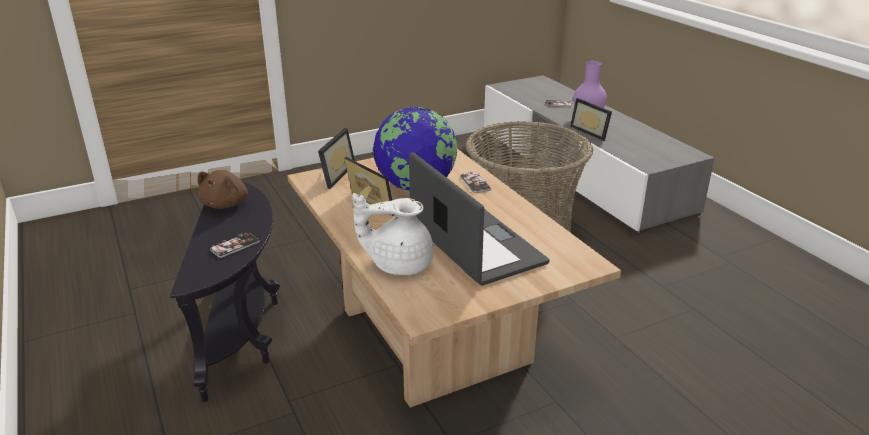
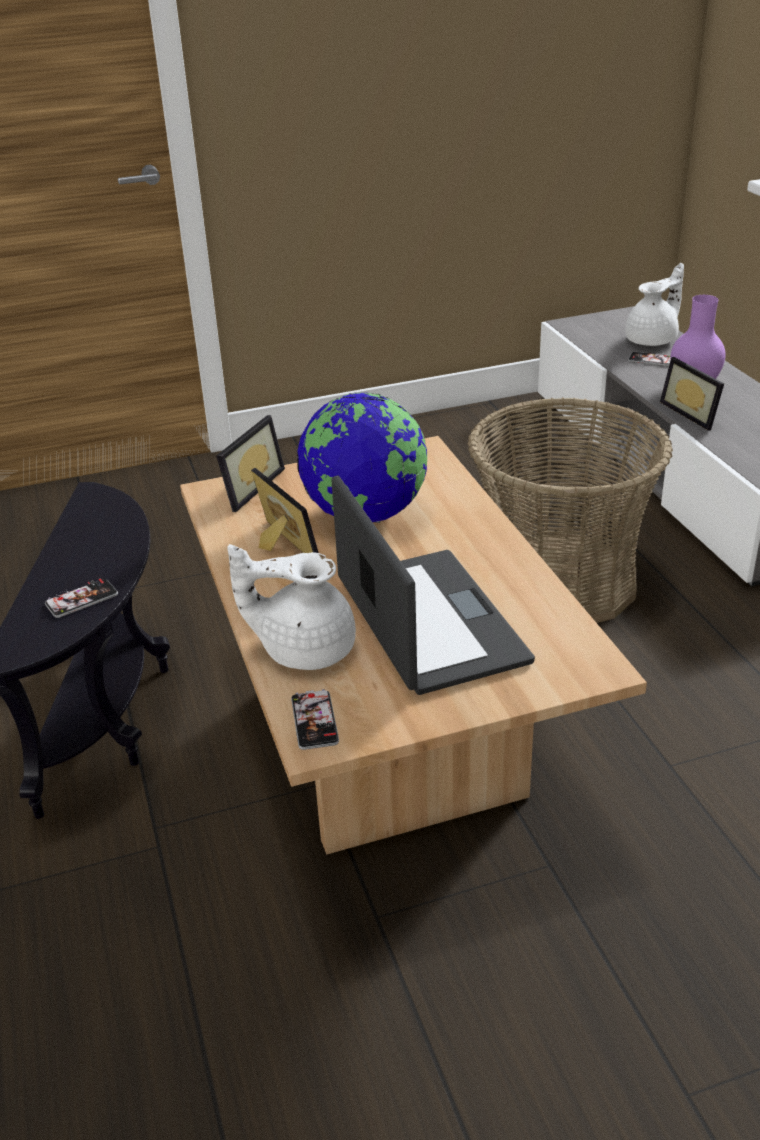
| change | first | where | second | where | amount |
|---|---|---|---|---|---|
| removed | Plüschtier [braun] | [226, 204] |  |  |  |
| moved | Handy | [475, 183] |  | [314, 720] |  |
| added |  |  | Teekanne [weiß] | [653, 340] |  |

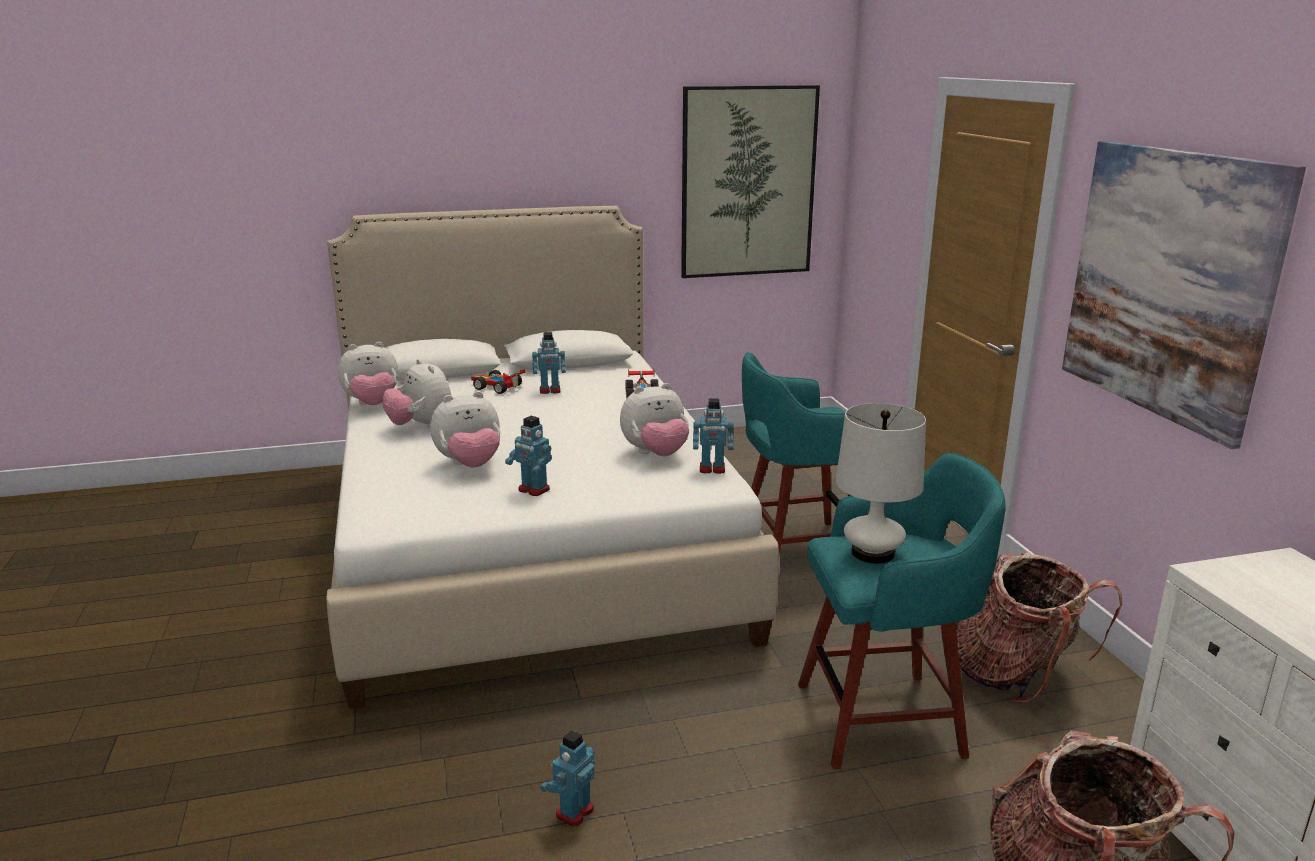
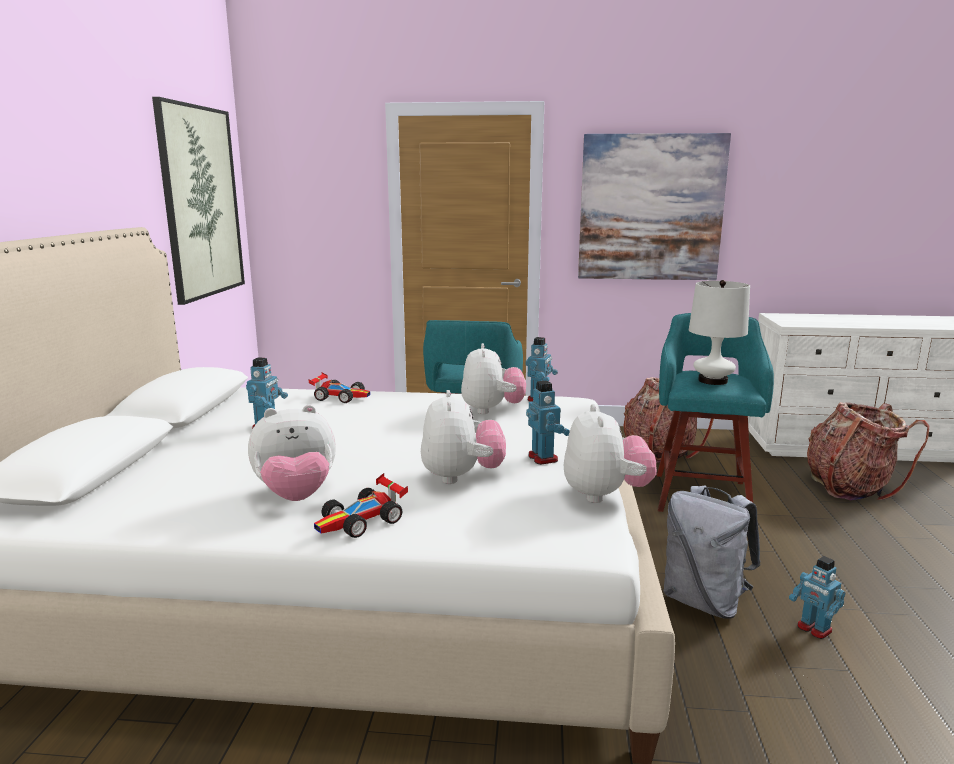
| change | first | where | second | where | amount |
|---|---|---|---|---|---|
| moved | Plüschtier | [372, 404] |  | [605, 495] |  |
| moved | Spielzeugauto | [496, 387] |  | [362, 521] |  |
| turned | Spielzeugroboter | [533, 490] |  | [543, 458] | 75 degrees counterclockwise |
| added |  |  | Rucksack [grau] | [704, 601] |  |

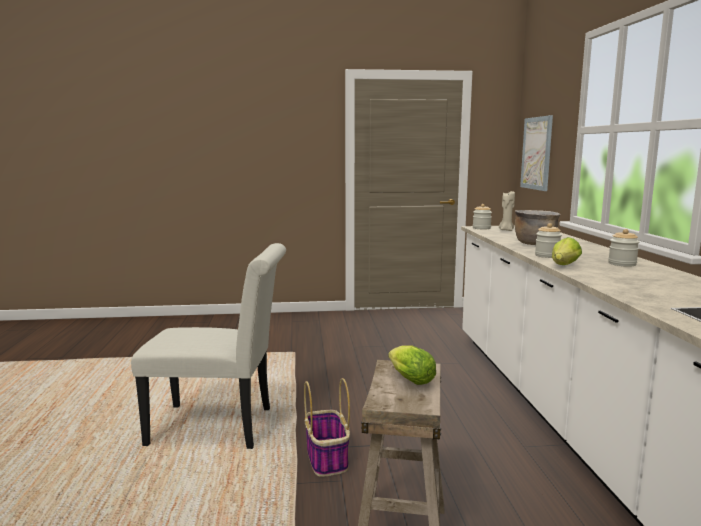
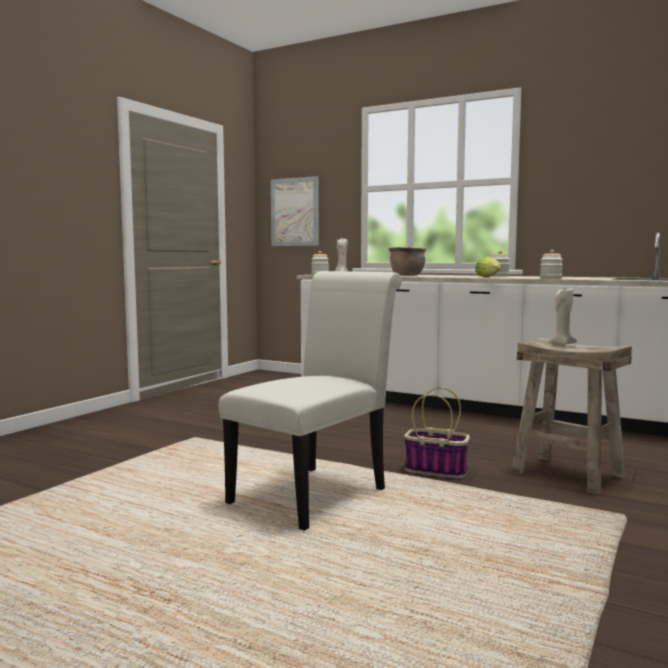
| change | first | where | second | where | amount |
|---|---|---|---|---|---|
| moved | Vorratsglas | [547, 255] |  | [550, 278] |  |
| replaced | Salatkopf | [409, 379] | Kerze [beige] | [561, 344] |  |

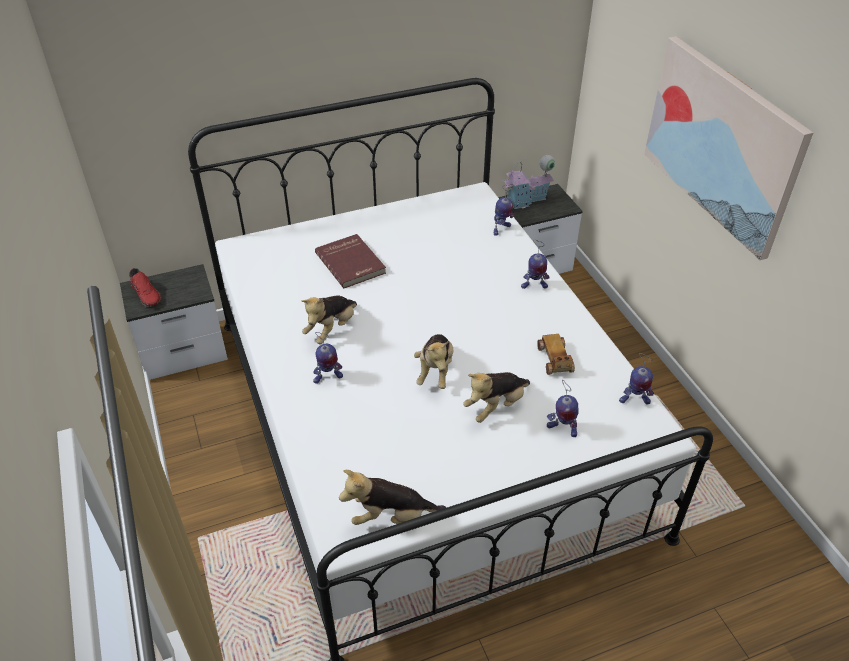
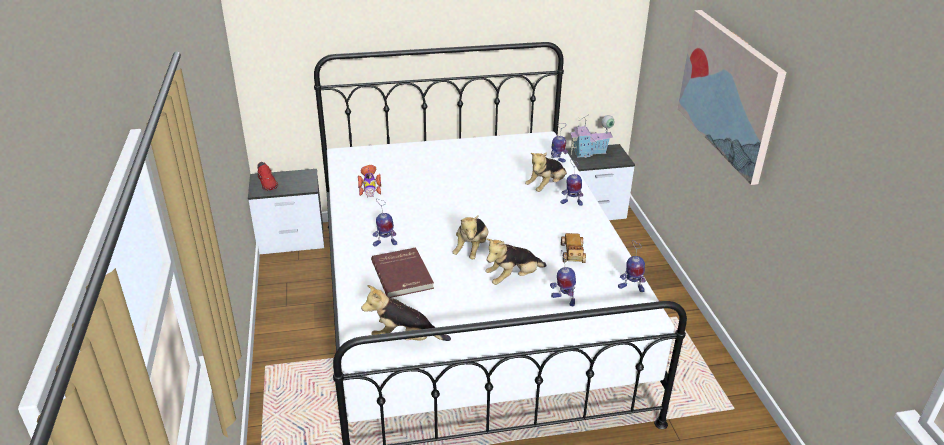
| change | first | where | second | where | amount |
|---|---|---|---|---|---|
| moved | Buch [rot] | [351, 263] |  | [403, 274] |  |
| moved | Plüschtier | [331, 329] |  | [546, 186] |  |
| added |  |  | Spielzeugauto | [369, 187] |  |

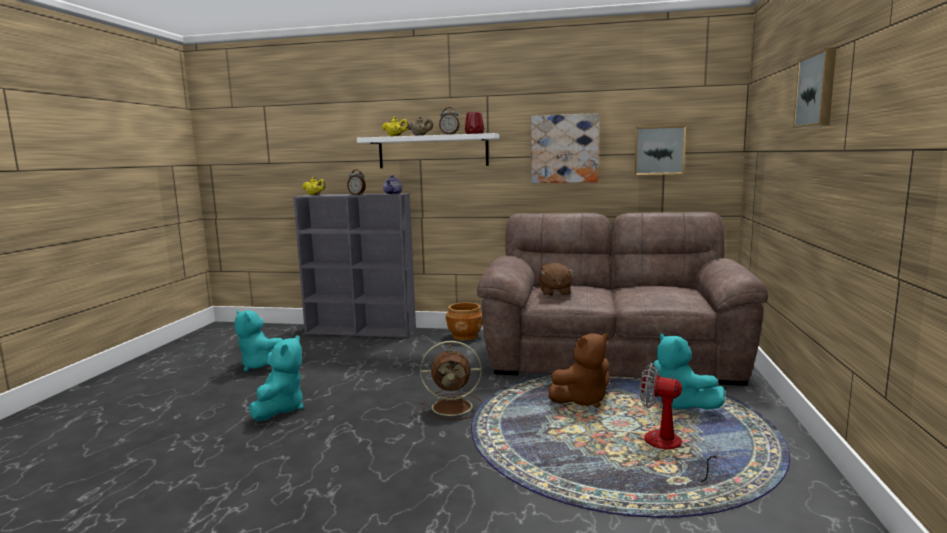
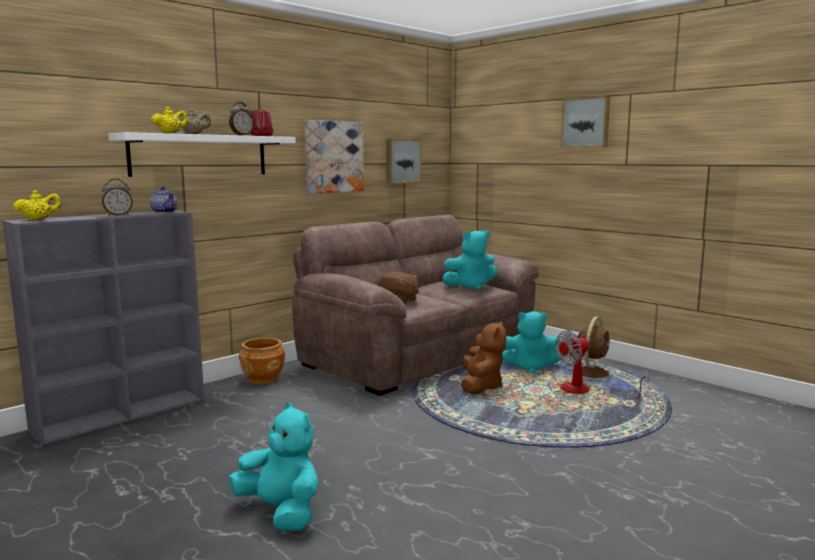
| change | first | where | second | where | amount |
|---|---|---|---|---|---|
| moved | Plüschtier [türkis] | [261, 366] |  | [471, 286] |  |
| moved | Ventilator [braun] | [454, 407] |  | [593, 373] |  |

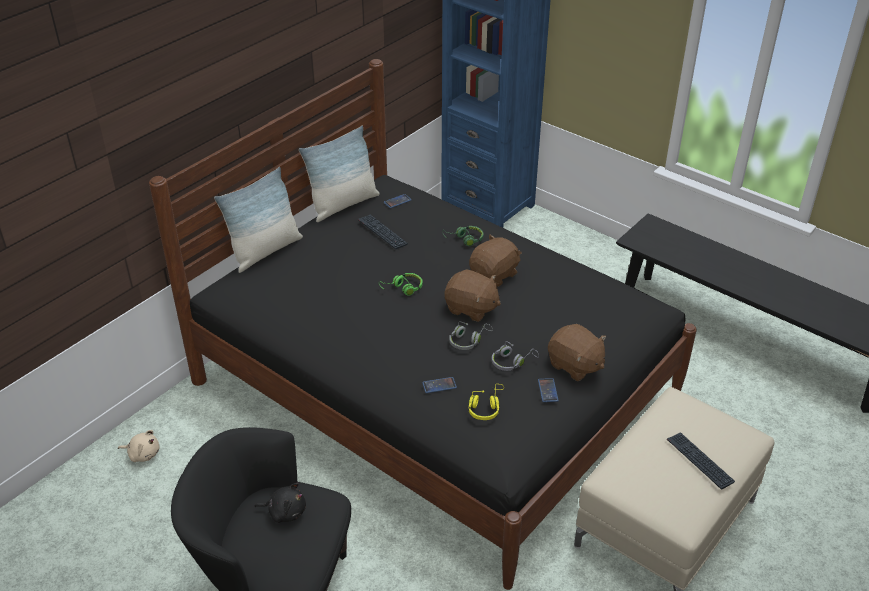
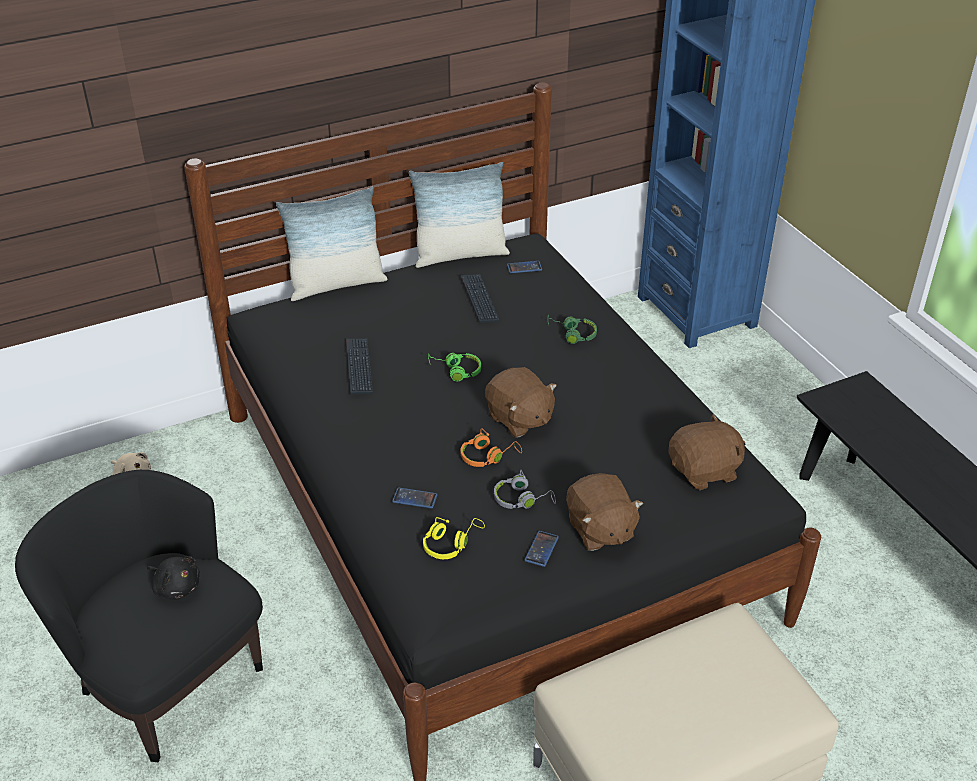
| change | first | where | second | where | amount |
|---|---|---|---|---|---|
| moved | Plüschtier [braun] | [495, 274] |  | [704, 471] |  |
| recoloured | Kopfhörer [grau] | [468, 340] | Kopfhörer [orange] | [488, 456] |  |
| moved | Tastatur | [699, 461] |  | [359, 367] |  |

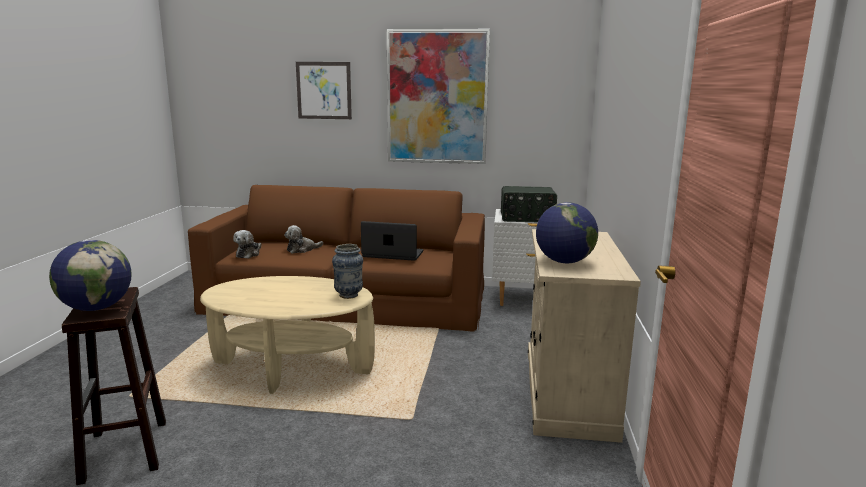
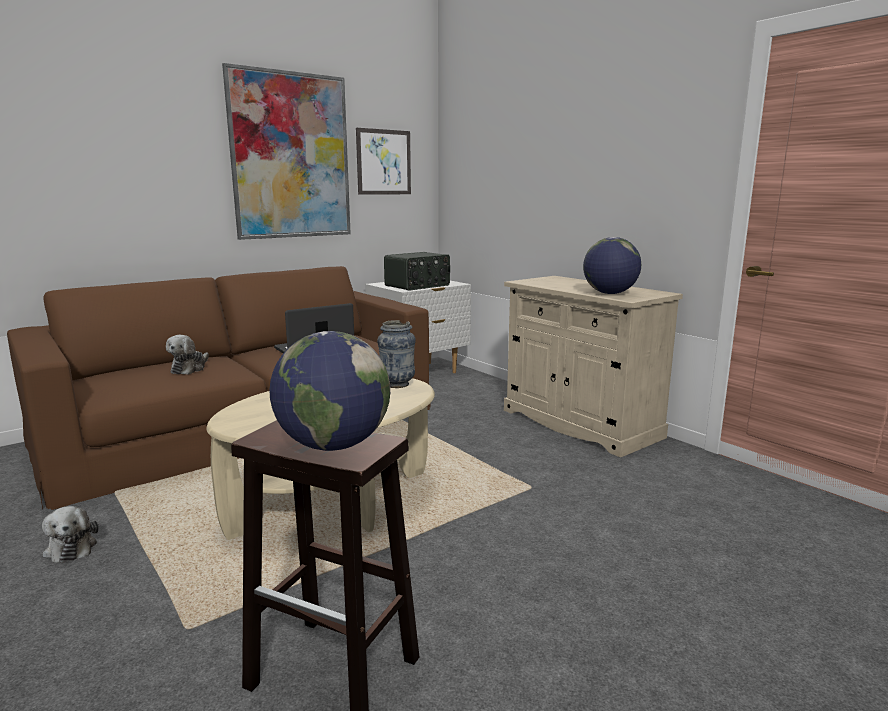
| change | first | where | second | where | amount |
|---|---|---|---|---|---|
| moved | Bild | [324, 90] |  | [384, 162] |  |
| moved | Plüschtier | [249, 254] |  | [71, 547] |  |

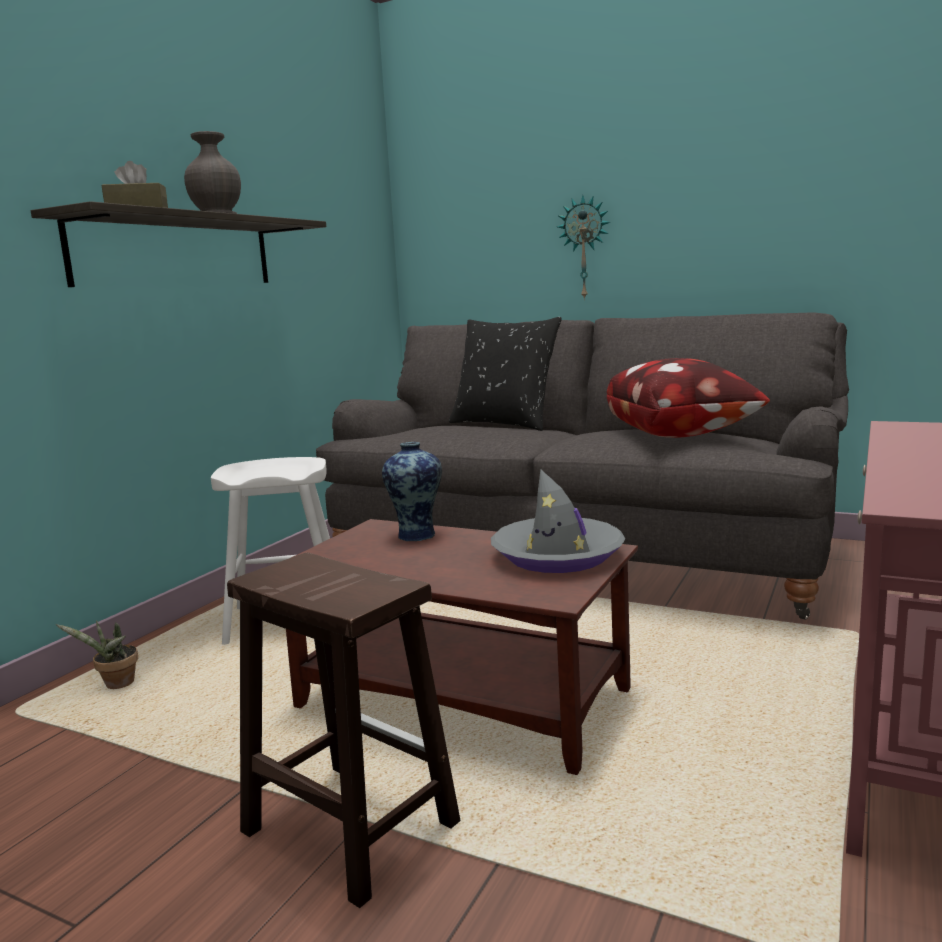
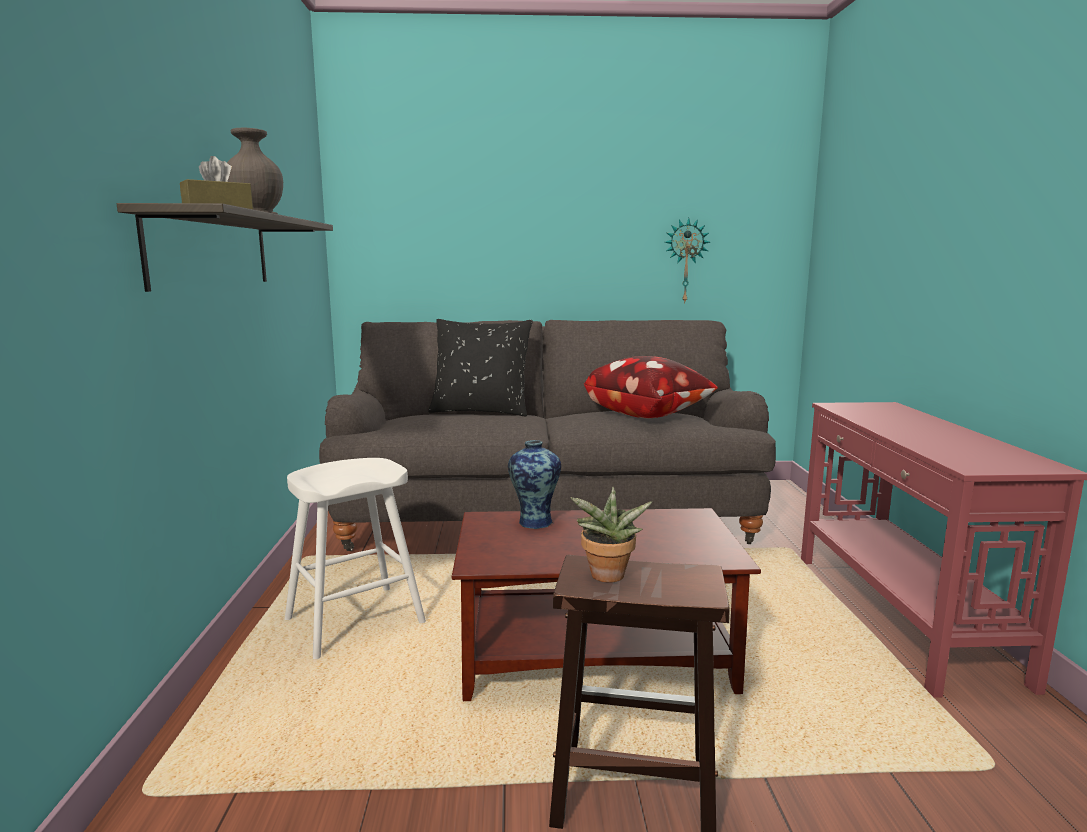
| change | first | where | second | where | amount |
|---|---|---|---|---|---|
| moved | Wanduhr | [585, 248] |  | [685, 261] |  |
| removed | Hut [grau] | [557, 556] |  |  |  |
| moved | Topfpflanze | [116, 686] |  | [607, 578] |  |

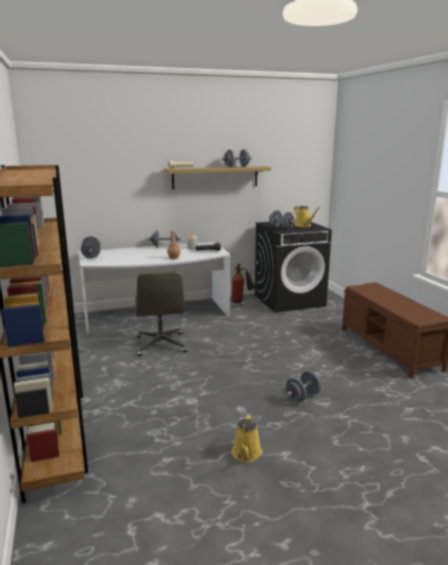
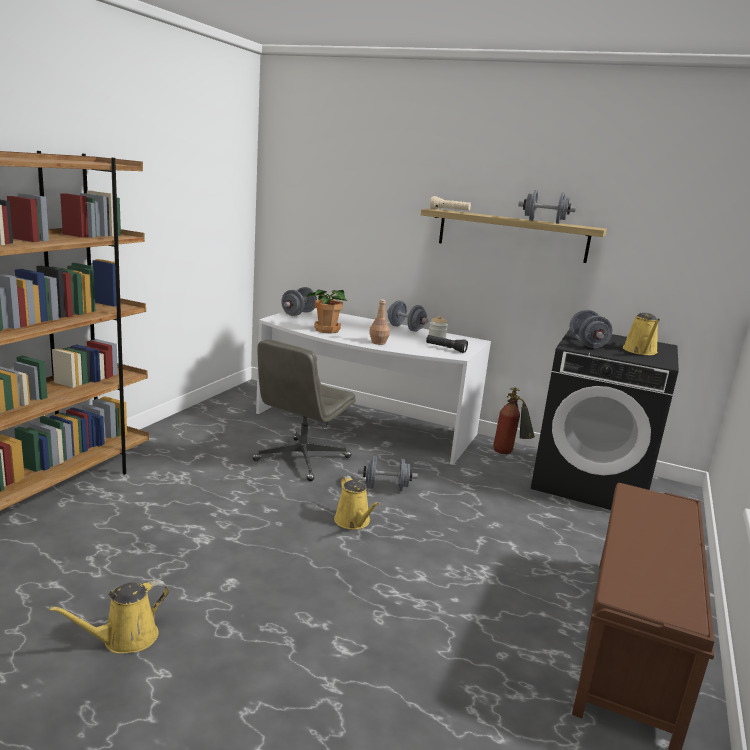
| change | first | where | second | where | amount |
|---|---|---|---|---|---|
| moved | Hantel [grau] | [302, 397] |  | [386, 487] |  |
| added |  |  | Topfpflanze | [326, 330] |  |
| added |  |  | Gießkanne [gelb] | [354, 522] |  |

